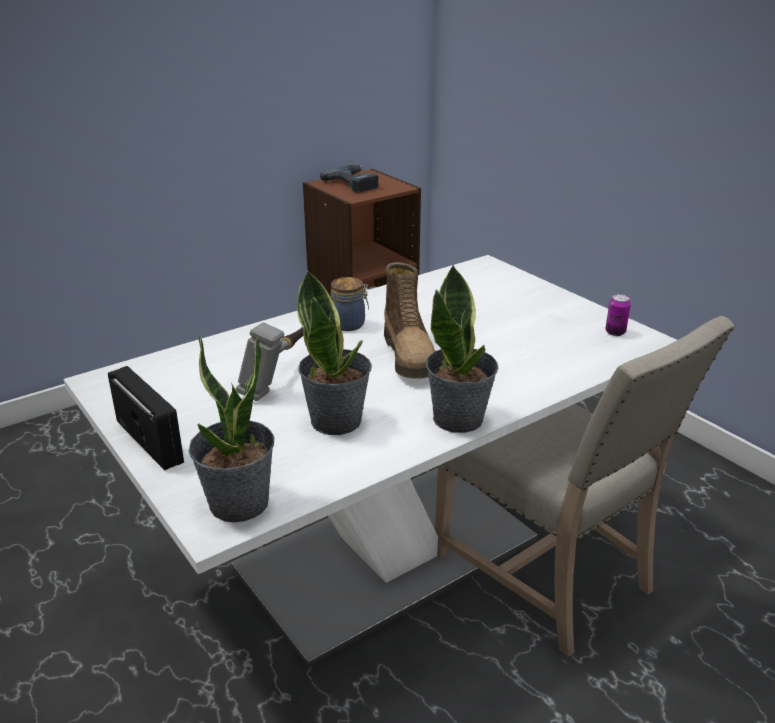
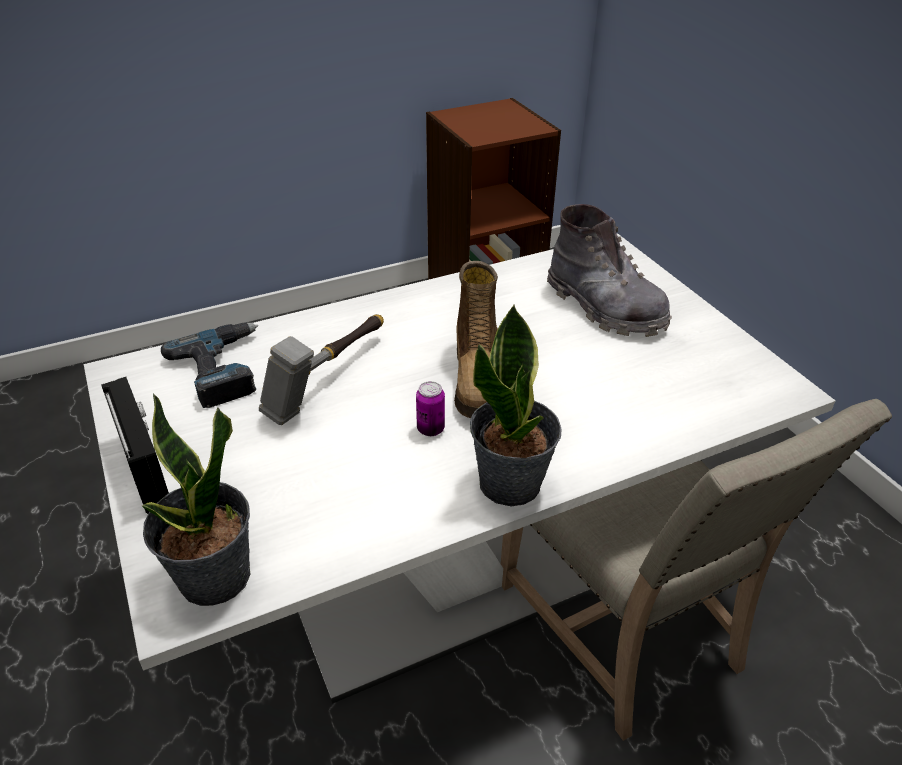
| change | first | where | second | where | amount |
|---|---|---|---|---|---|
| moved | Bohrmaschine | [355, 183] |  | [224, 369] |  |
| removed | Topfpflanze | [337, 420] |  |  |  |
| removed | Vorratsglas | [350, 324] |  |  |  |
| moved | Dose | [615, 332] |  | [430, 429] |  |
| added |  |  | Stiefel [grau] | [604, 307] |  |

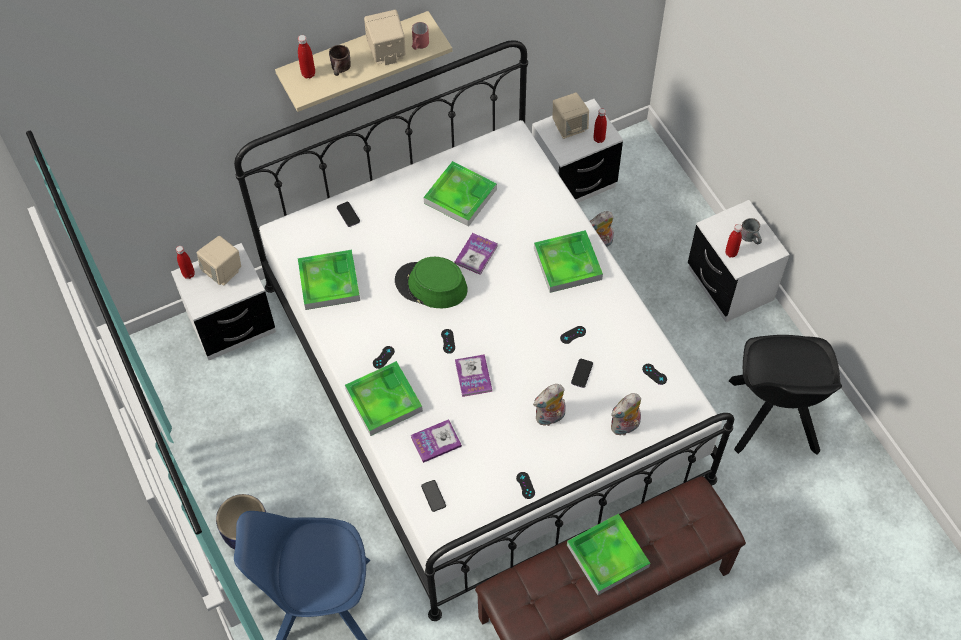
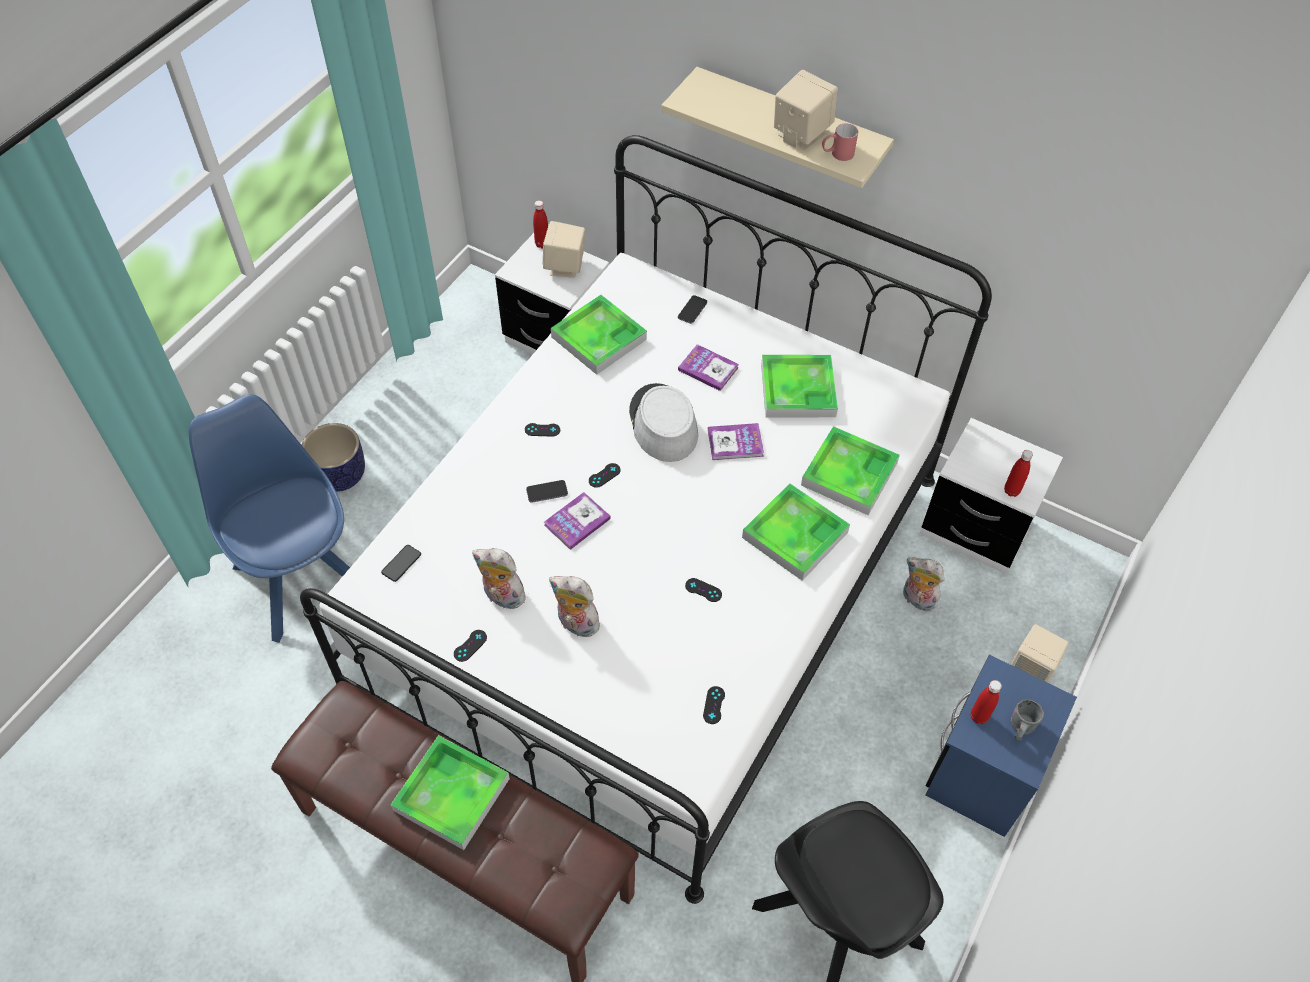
| change | first | where | second | where | amount |
|---|---|---|---|---|---|
| removed | Flasche [rot] | [308, 74] |  |  |  |
| removed | Henkelbecher [braun] | [342, 69] |  |  |  |
| moved | Lautsprecher [beige] | [569, 127] |  | [1031, 669] |  |
| recoloured | Nachttisch [weiß] | [730, 284] | Nachttisch [blau] | [982, 772] |  |
| recoloured | Hut [grün] | [431, 285] | Hut [grau] | [662, 424] |  |
| moved | Handy | [581, 373] |  | [547, 492] |  |
| moved | Tablett | [384, 400] |  | [849, 474] |  |
| moved | Plüschtier | [625, 427] |  | [502, 597] |  |
| moved | Buch | [436, 441] |  | [708, 369] |  |

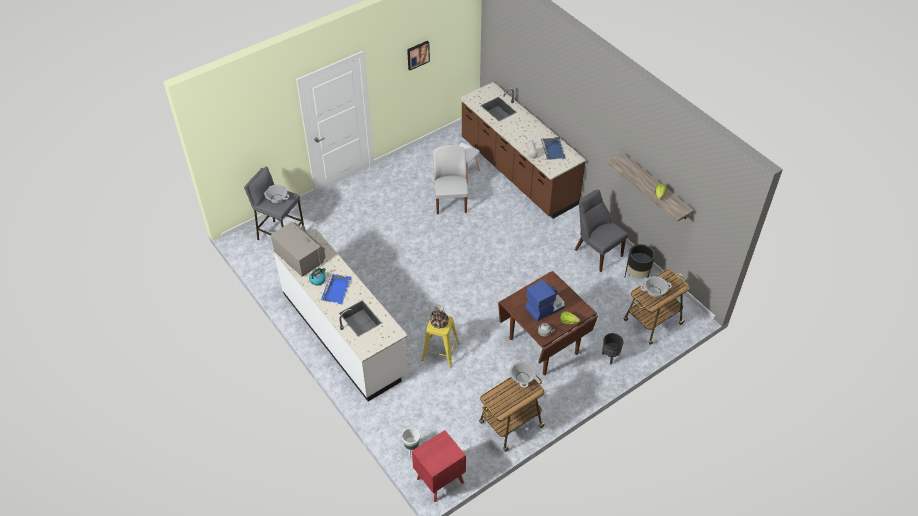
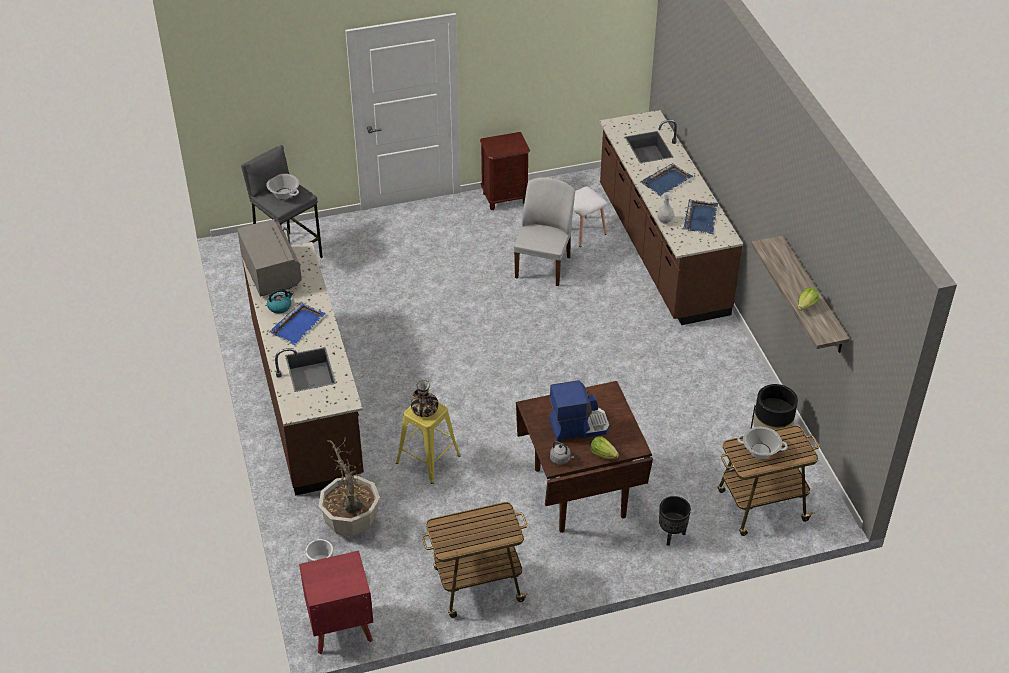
| change | first | where | second | where | amount |
|---|---|---|---|---|---|
| removed | Bild | [417, 54] |  |  |  |
| removed | Stuhl [grau] | [596, 252] |  |  |  |
| recoloured | Küchenzeile [weiß] | [344, 334] | Küchenzeile [braun] | [308, 399] |  |
| removed | Kochtopf | [522, 378] |  |  |  |
| added |  |  | Nachttisch [braun] | [505, 198] |  |
| added |  |  | Tablett [blau] | [666, 181] |  |
| added |  |  | Topfpflanze | [351, 522] |  |

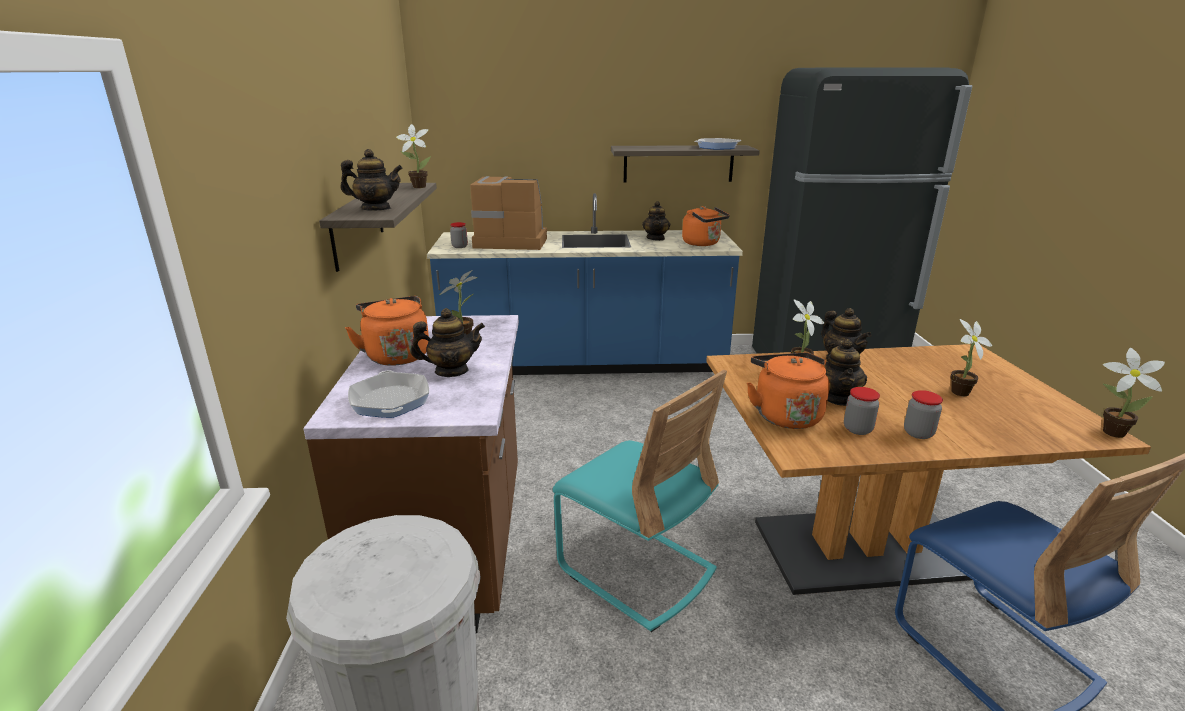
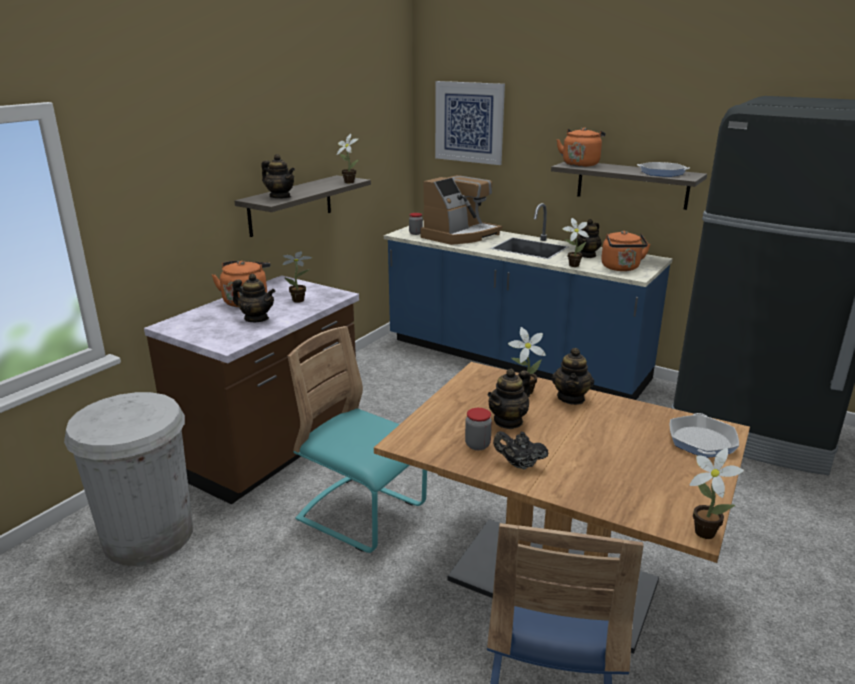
| change | first | where | second | where | amount |
|---|---|---|---|---|---|
| turned | Kaffeemaschine | [510, 241] |  | [460, 235] | 90 degrees clockwise |
| moved | Topfpflanze | [957, 393] |  | [572, 265] |  |
| moved | Wasserkessel [orange] | [785, 414] |  | [580, 164] |  |
| moved | Pfanne | [390, 401] |  | [701, 441] |  |
| turned | Stuhl [türkis] | [636, 569] |  | [362, 514] | 135 degrees clockwise |
| replaced | Vorratsglas | [918, 433] | Teekanne [schwarz] | [519, 465] |  |
| added |  |  | Bild | [469, 122] |  |

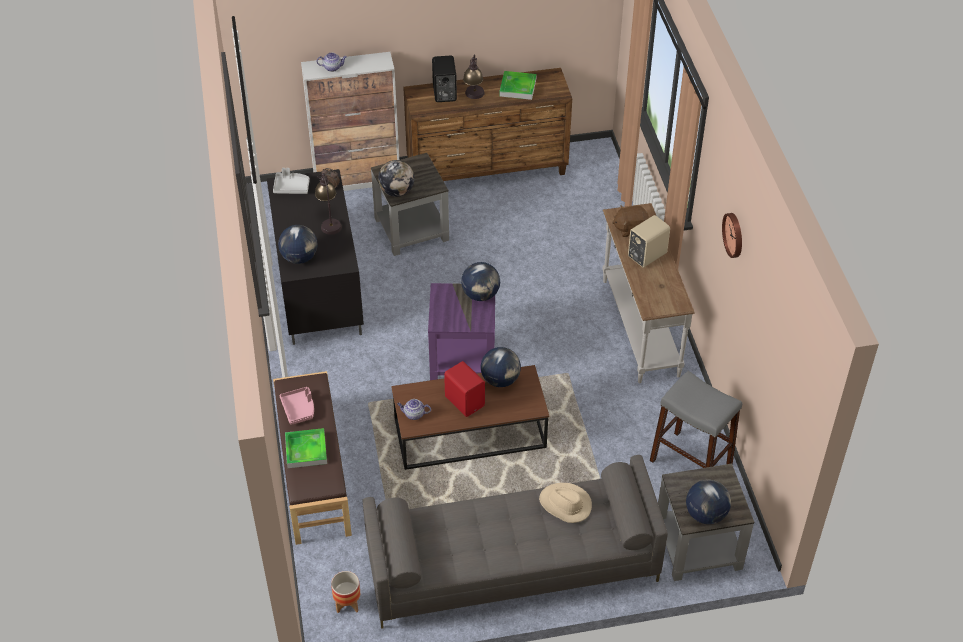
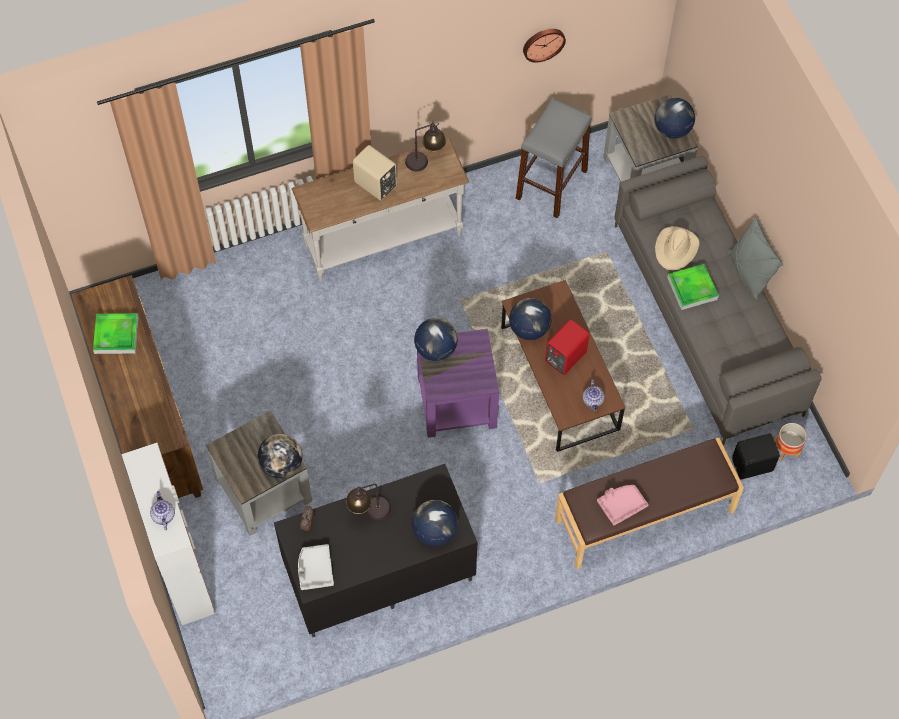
| change | first | where | second | where | amount |
|---|---|---|---|---|---|
| moved | Tischlampe | [474, 97] |  | [425, 161] |  |
| moved | Lautsprecher [schwarz] | [443, 93] |  | [753, 466] |  |
| removed | Plüschtier [braun] | [630, 229] |  |  |  |
| moved | Wanduhr | [734, 235] |  | [543, 43] |  |
| moved | Tablett | [306, 450] |  | [692, 288] |  |
| added |  |  | Kissen [grau] | [748, 273] |  |

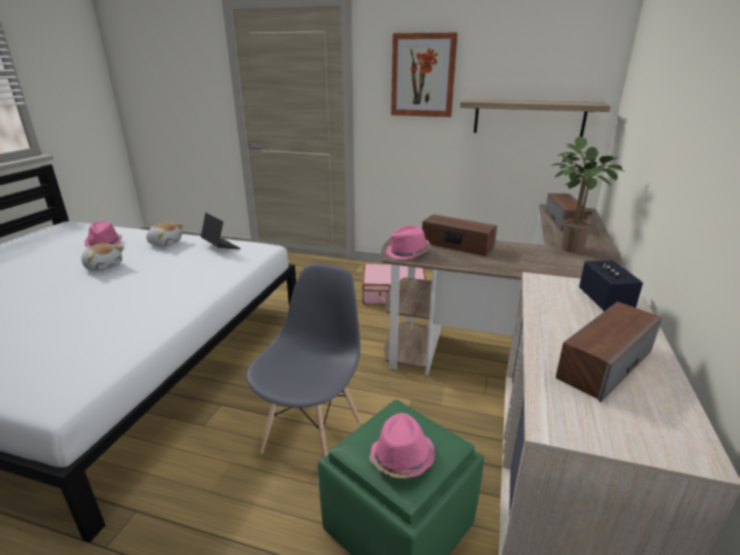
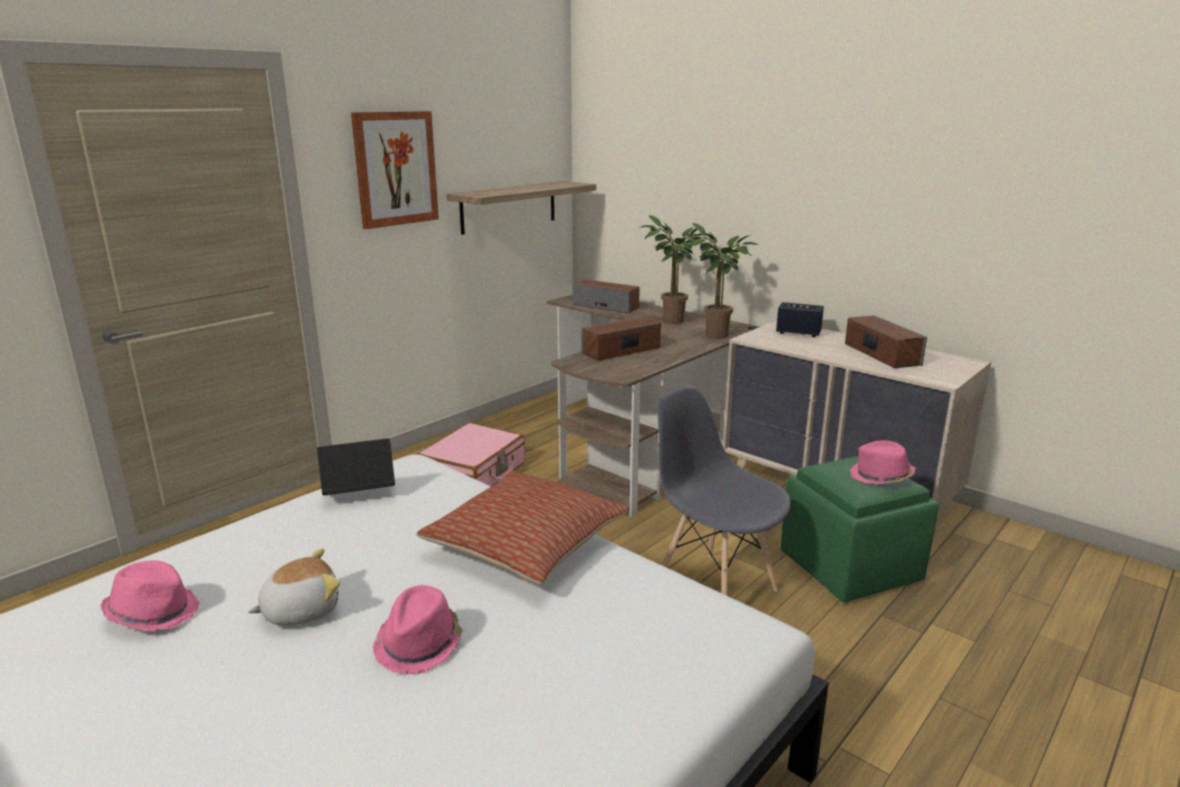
| change | first | where | second | where | amount |
|---|---|---|---|---|---|
| removed | Plüschtier | [165, 243] |  |  |  |
| moved | Hut [rosa] | [408, 253] |  | [420, 644] |  |
| added |  |  | Topfpflanze | [714, 336] |  |
| added |  |  | Kissen | [525, 545] |  |

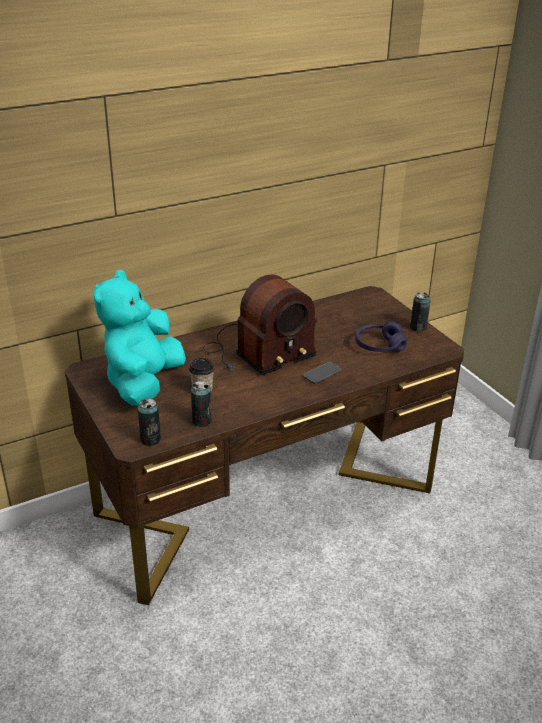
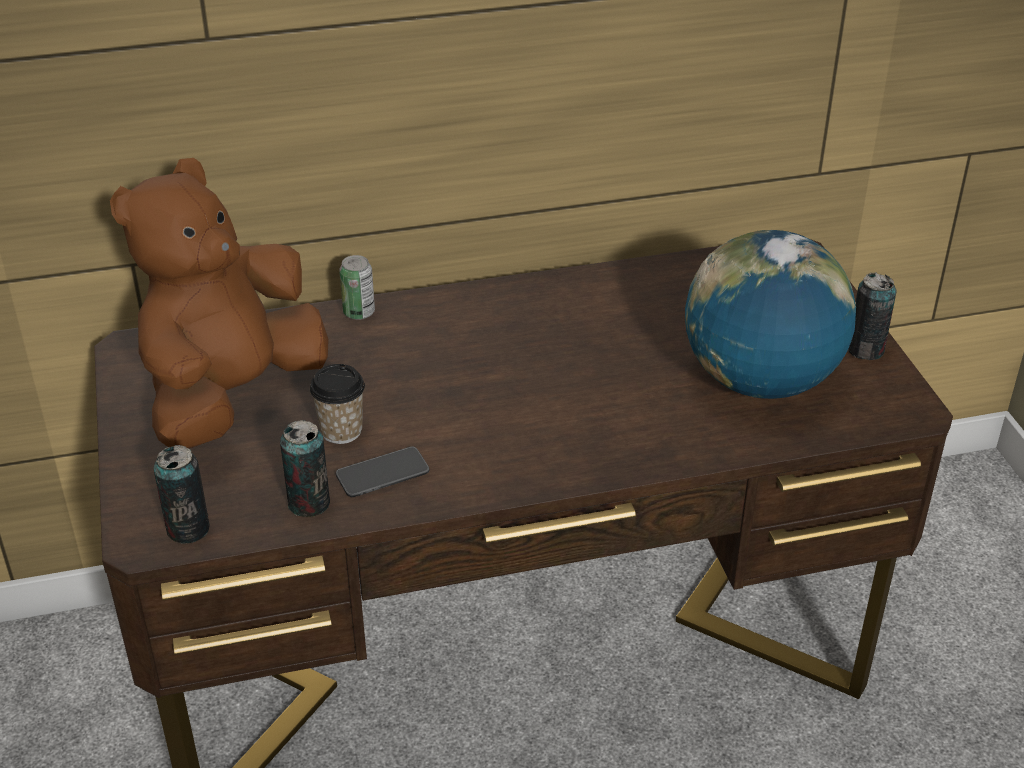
| change | first | where | second | where | amount |
|---|---|---|---|---|---|
| recoloured | Plüschtier [türkis] | [143, 383] | Plüschtier [braun] | [232, 396] |  |
| removed | Radio | [257, 352] |  |  |  |
| replaced | Kopfhörer [lila] | [379, 346] | Globus | [760, 381] |  |
| moved | Handy | [322, 373] |  | [382, 473] |  |
| added |  |  | Dose | [359, 312] |  |

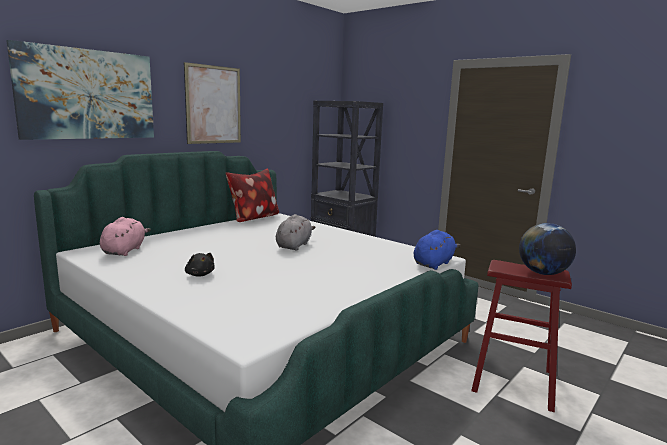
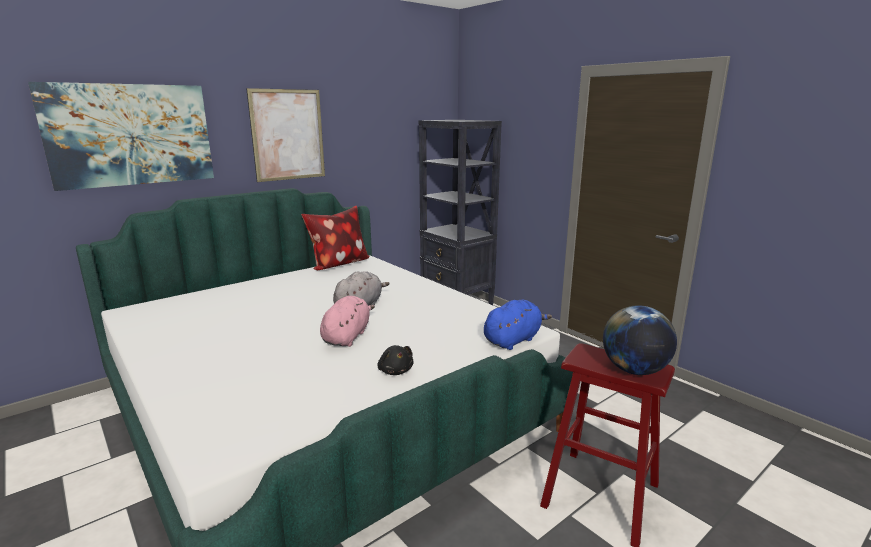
| change | first | where | second | where | amount |
|---|---|---|---|---|---|
| moved | Plüschtier [rosa] | [124, 251] |  | [347, 337] |  |
| moved | Plüschtier [schwarz] | [200, 274] |  | [395, 371] |  |

